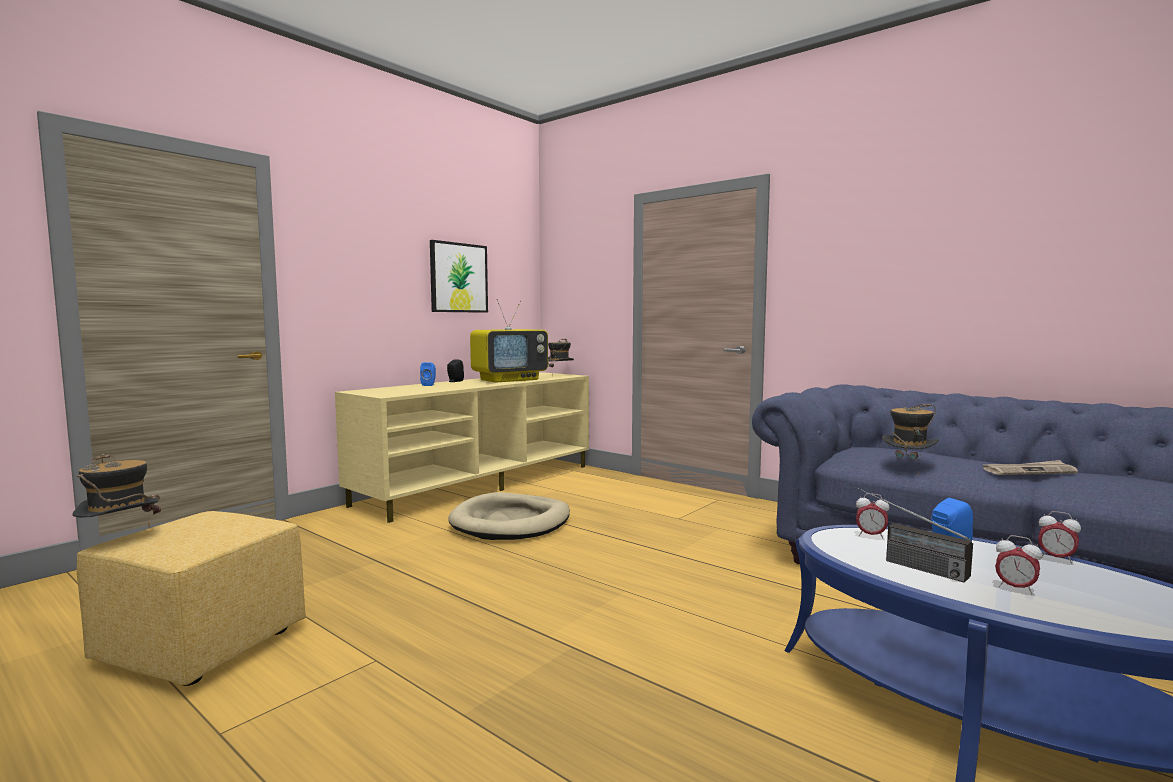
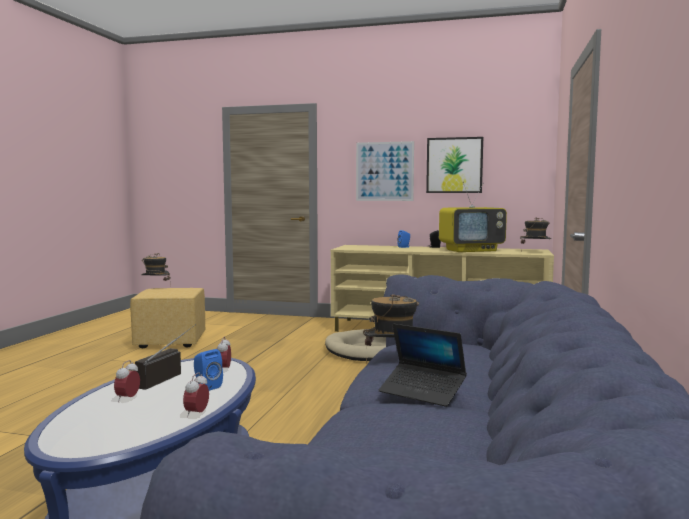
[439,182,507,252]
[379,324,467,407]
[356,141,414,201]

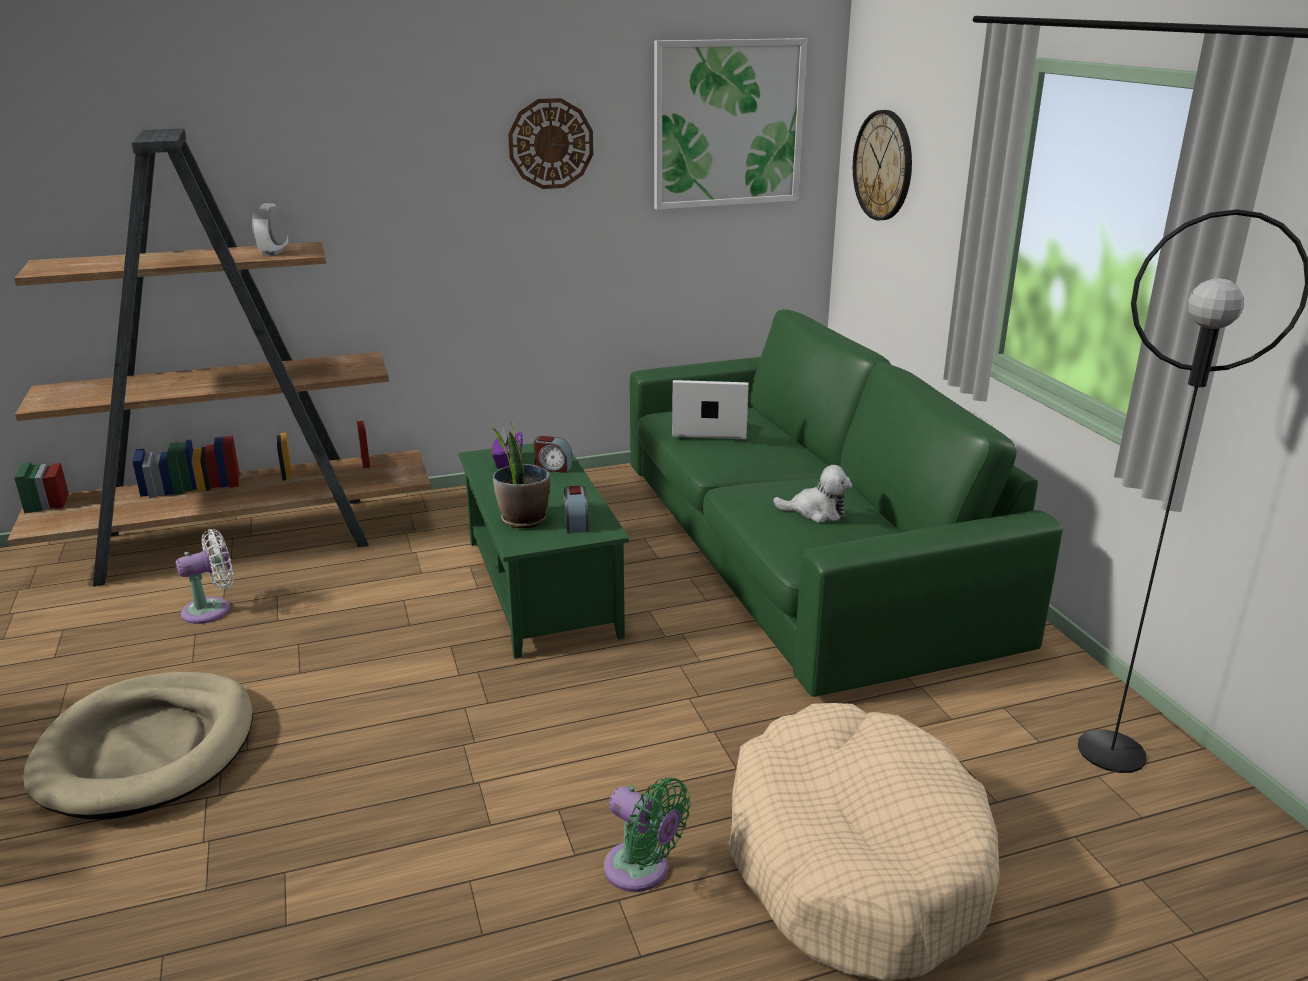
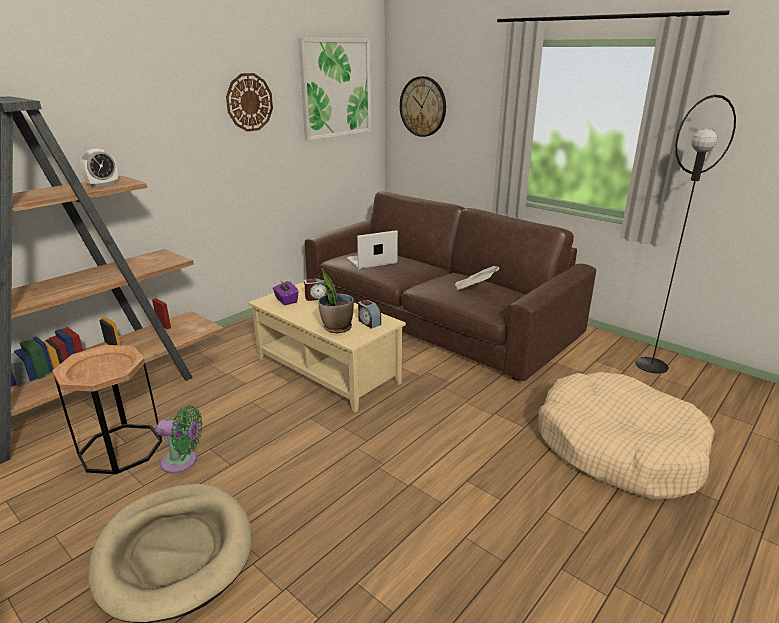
[52,345,162,474]
[80,149,118,187]
[248,283,406,413]
[156,405,202,473]
[305,191,596,381]
[455,266,499,290]

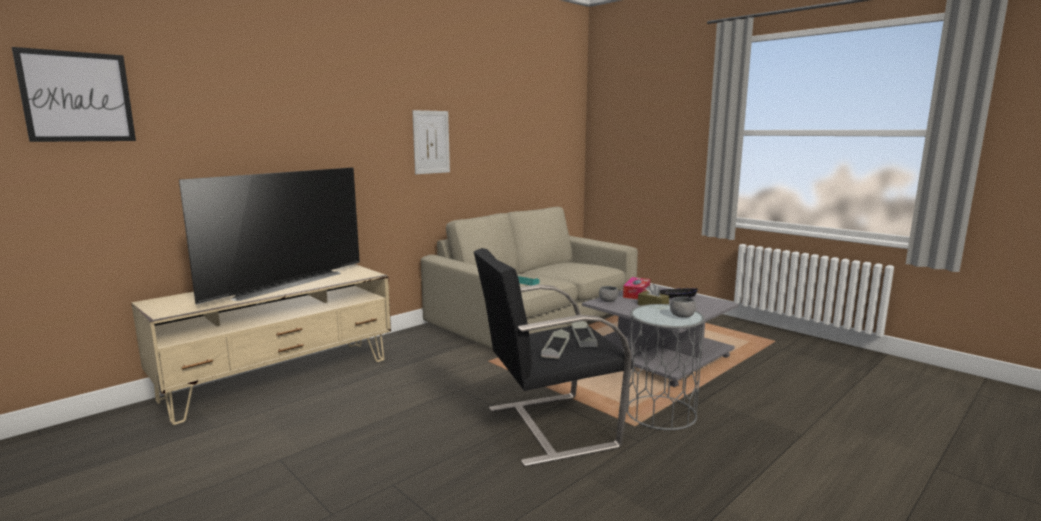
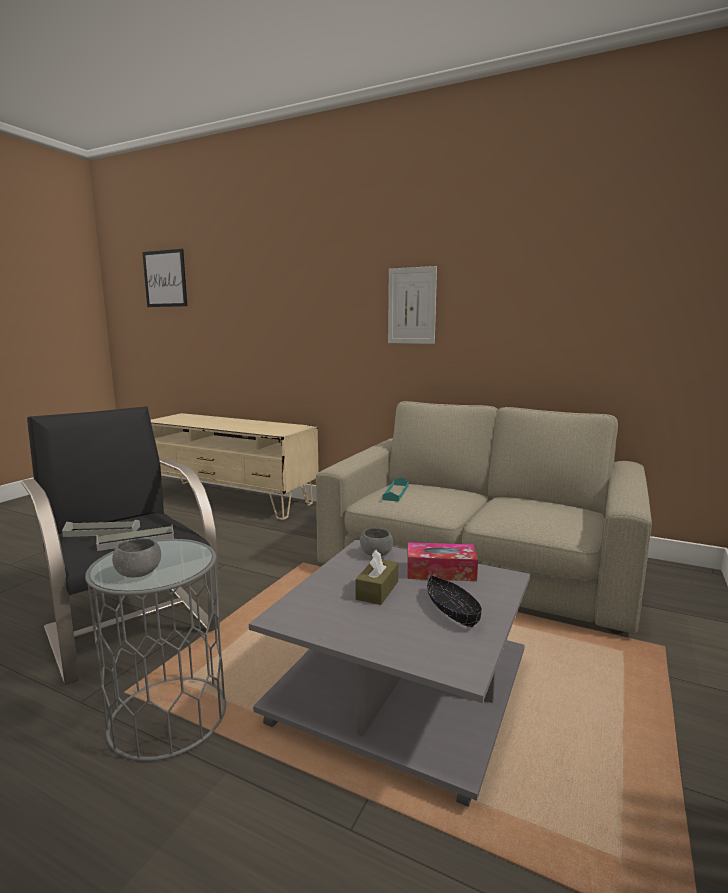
[179,167,360,305] (first image)

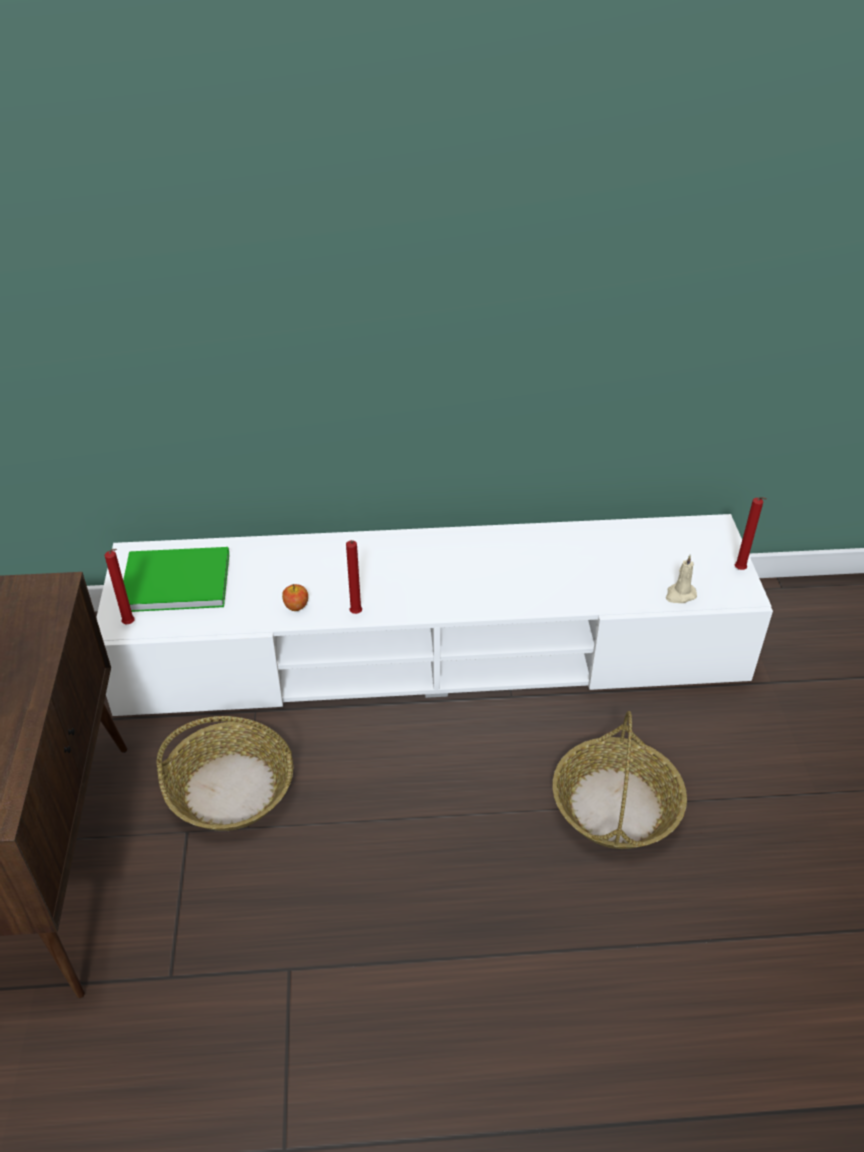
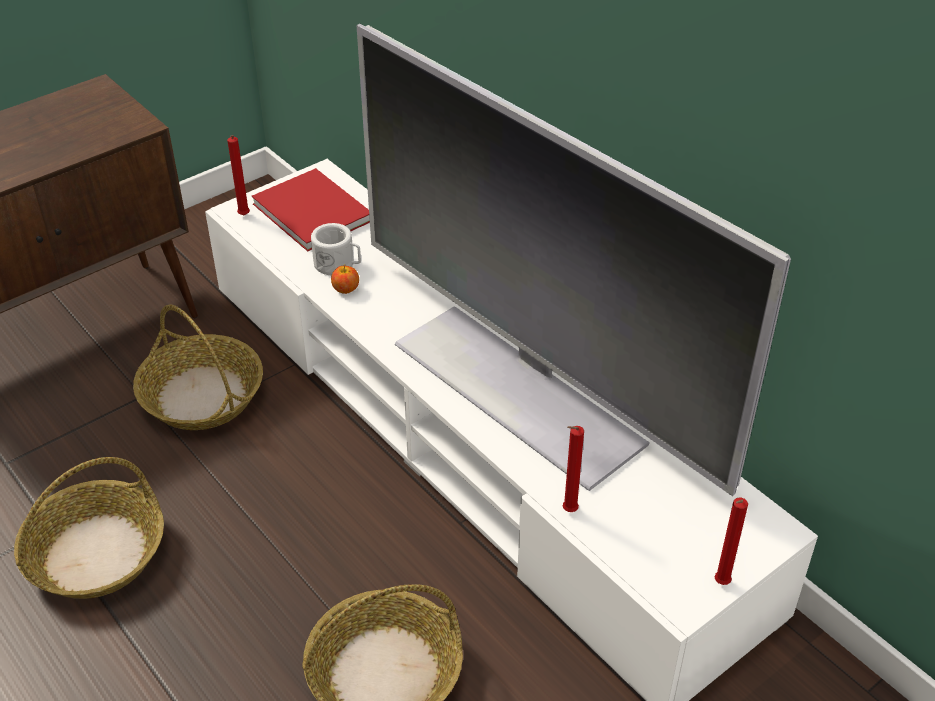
[252,168,370,251]
[563,426,584,512]
[666,555,697,603] (first image)
[14,457,164,599]
[311,223,361,275]
[356,24,791,496]

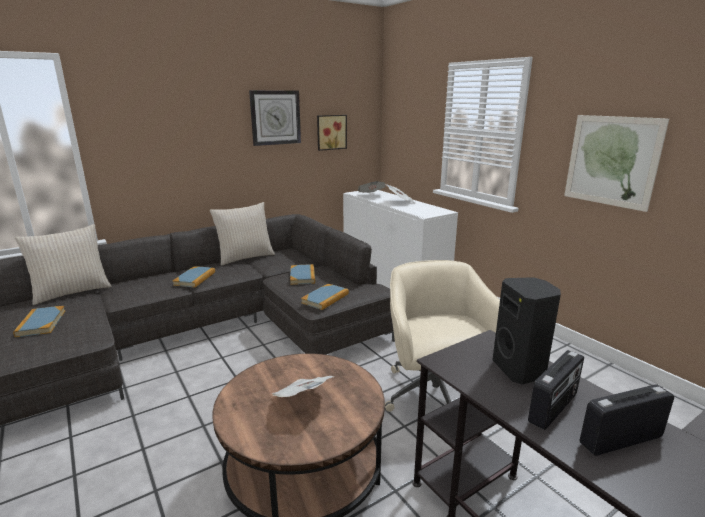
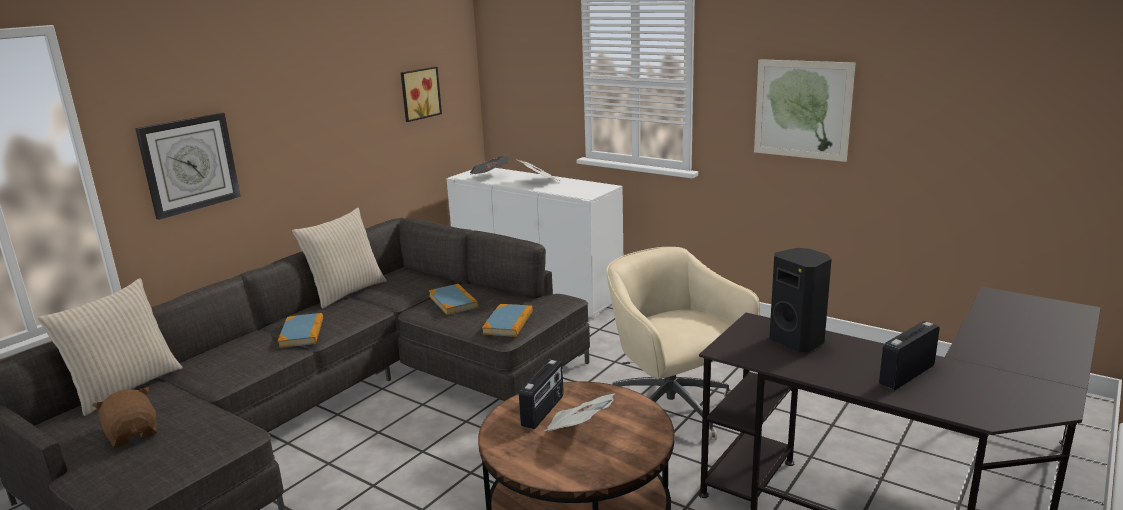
[92,387,157,448]
[135,113,241,220]
[519,360,564,429]

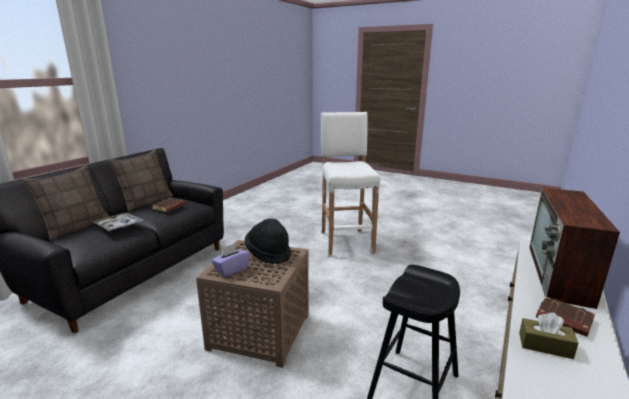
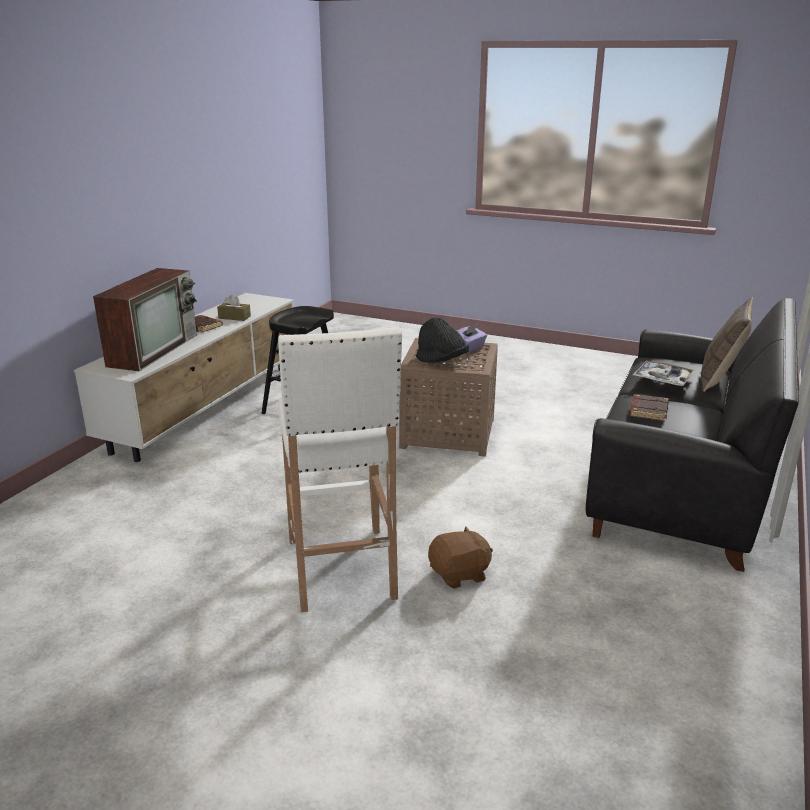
[108,150,173,212] (first image)
[428,526,493,589]

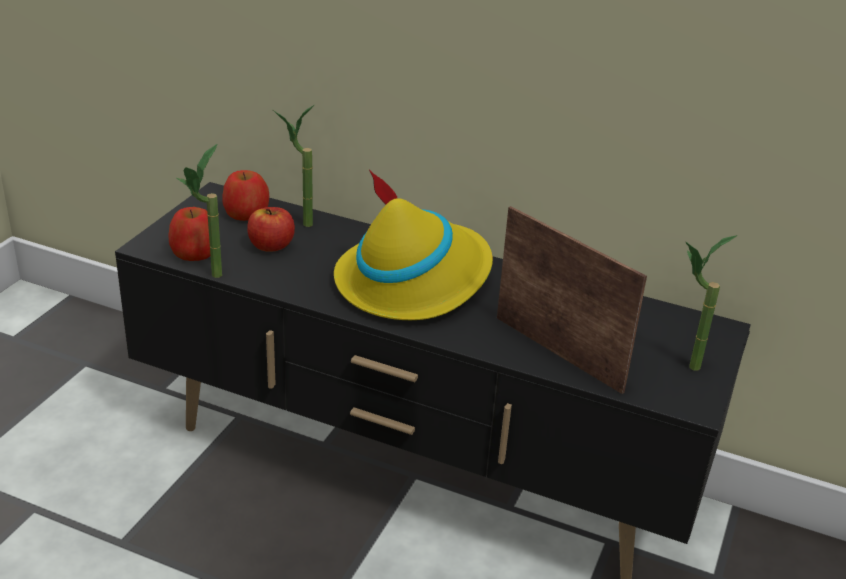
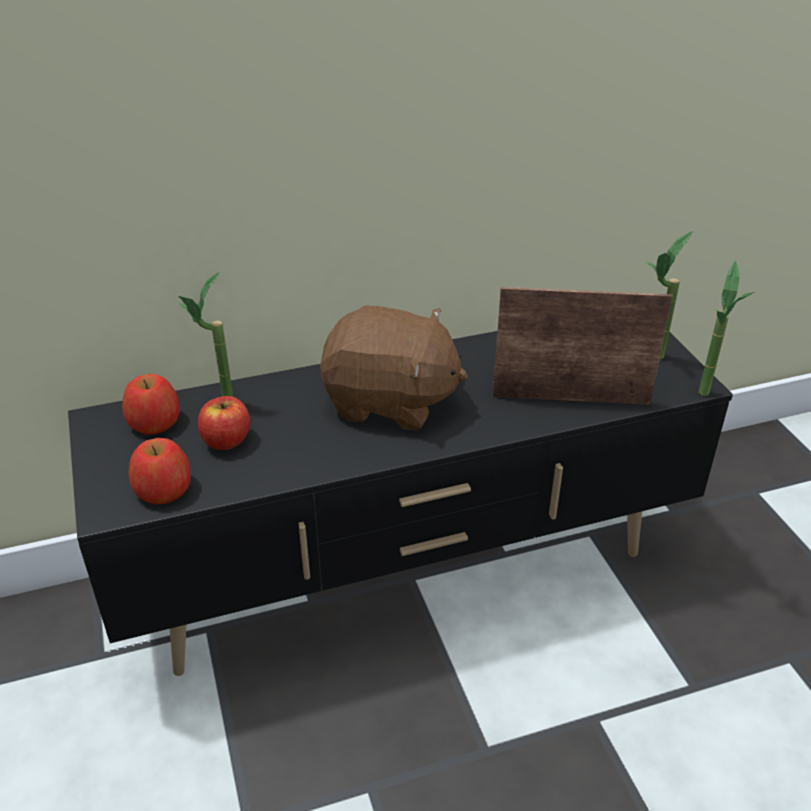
[699,260,754,396]
[320,306,468,430]

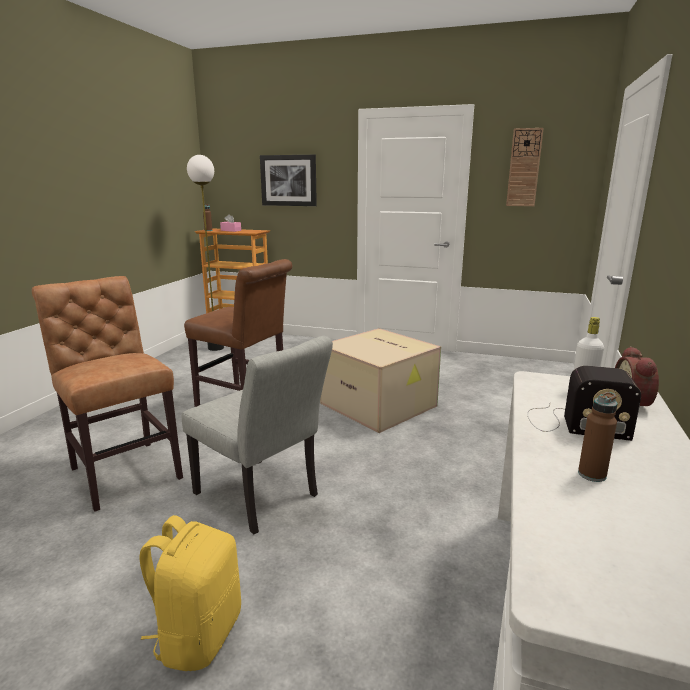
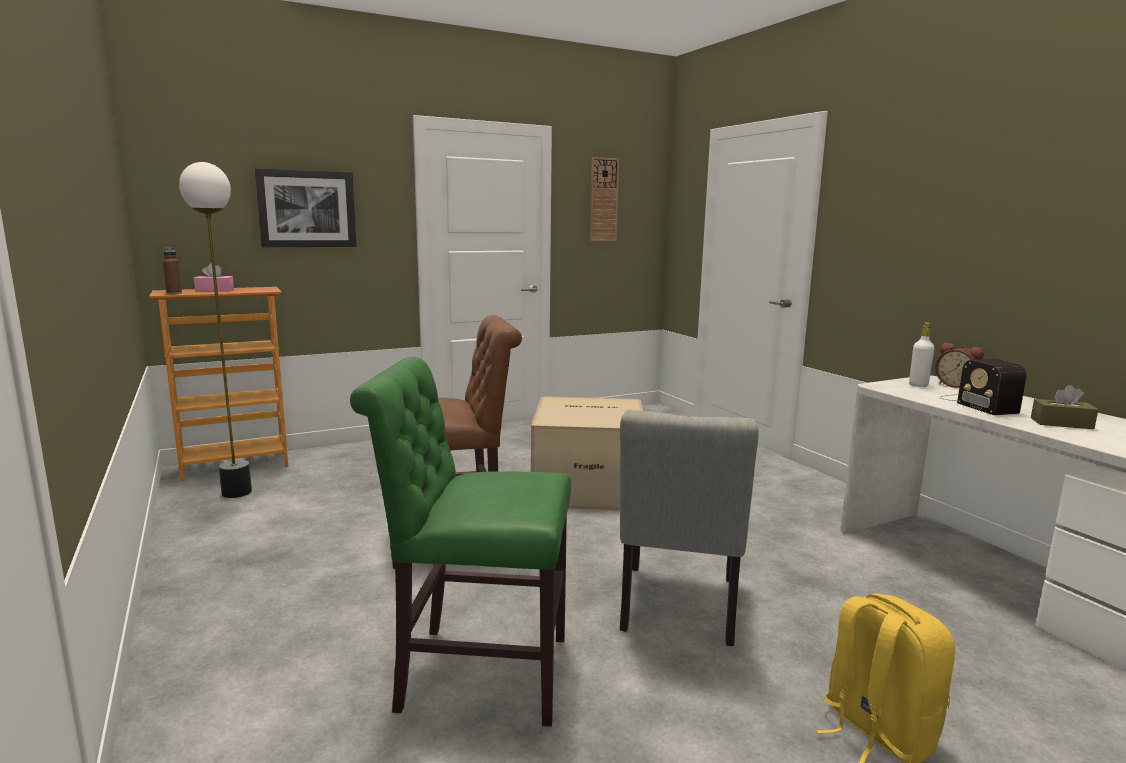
[350,357,571,727]
[620,410,759,646]
[940,359,1026,415]
[1031,385,1098,429]

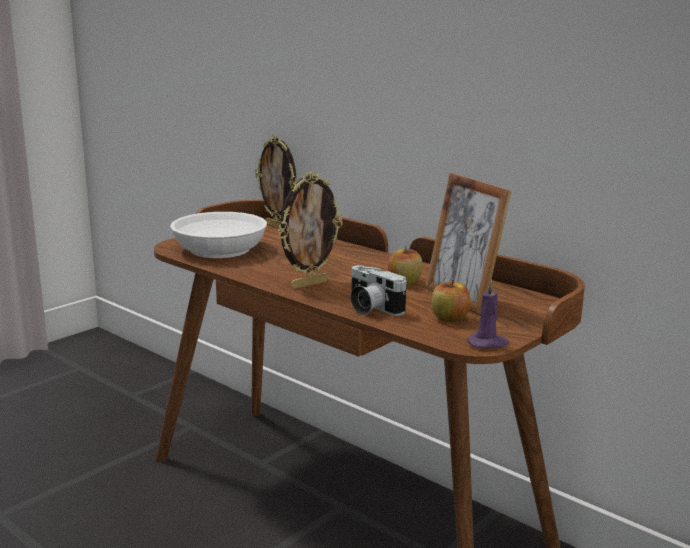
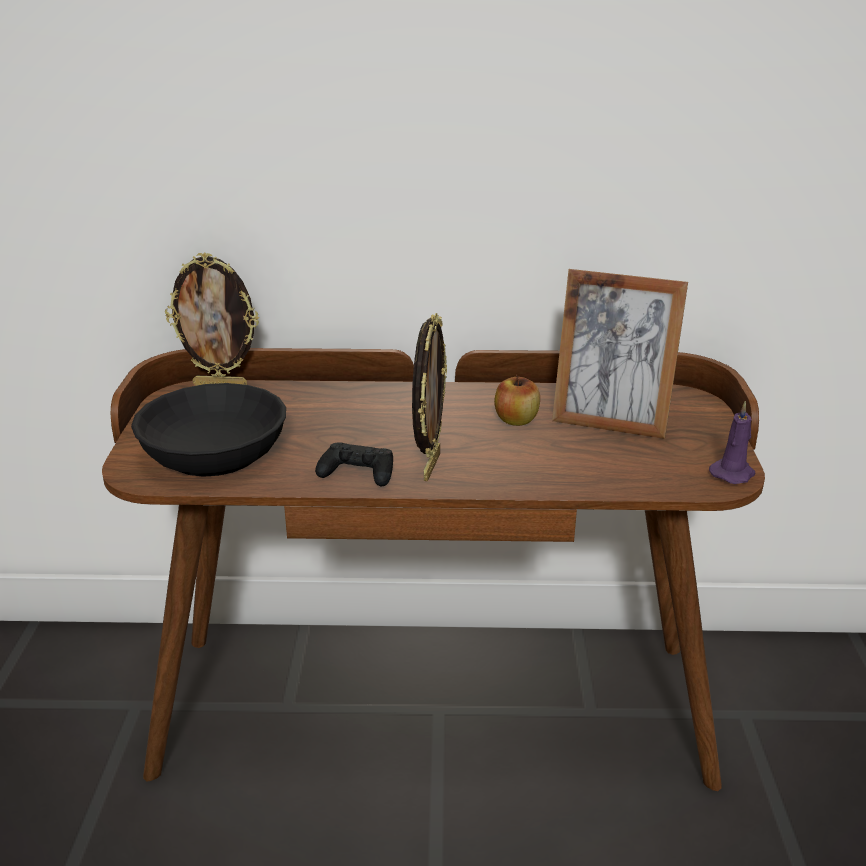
[131,383,286,477]
[350,265,407,316] (first image)
[432,279,471,322] (first image)
[315,442,393,487]

